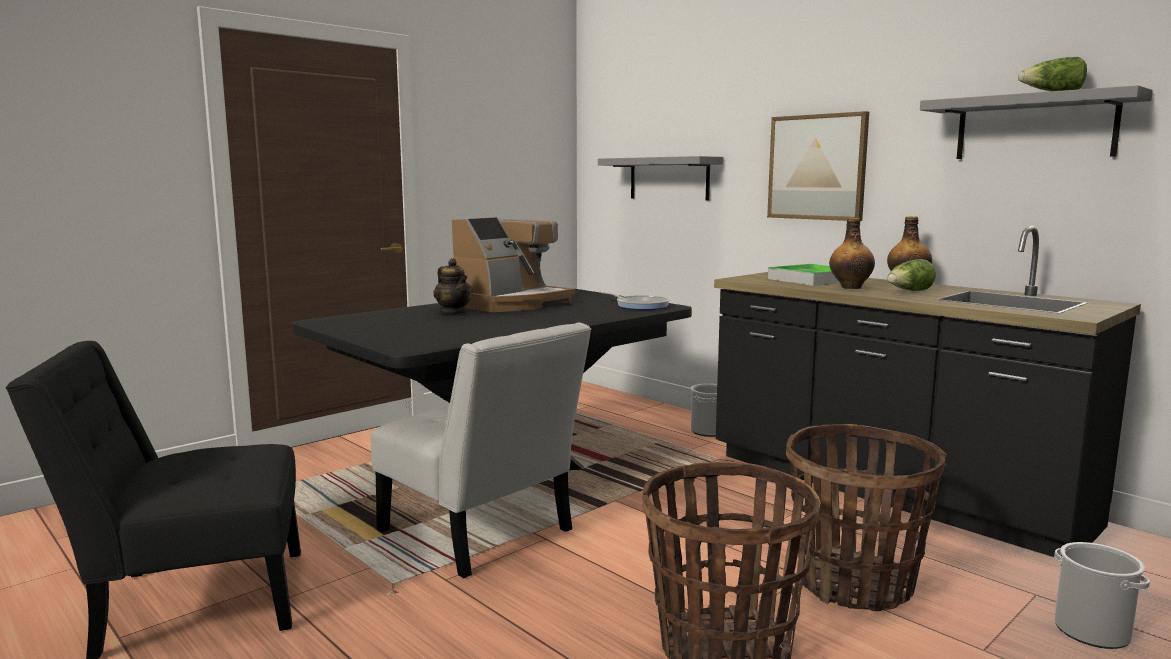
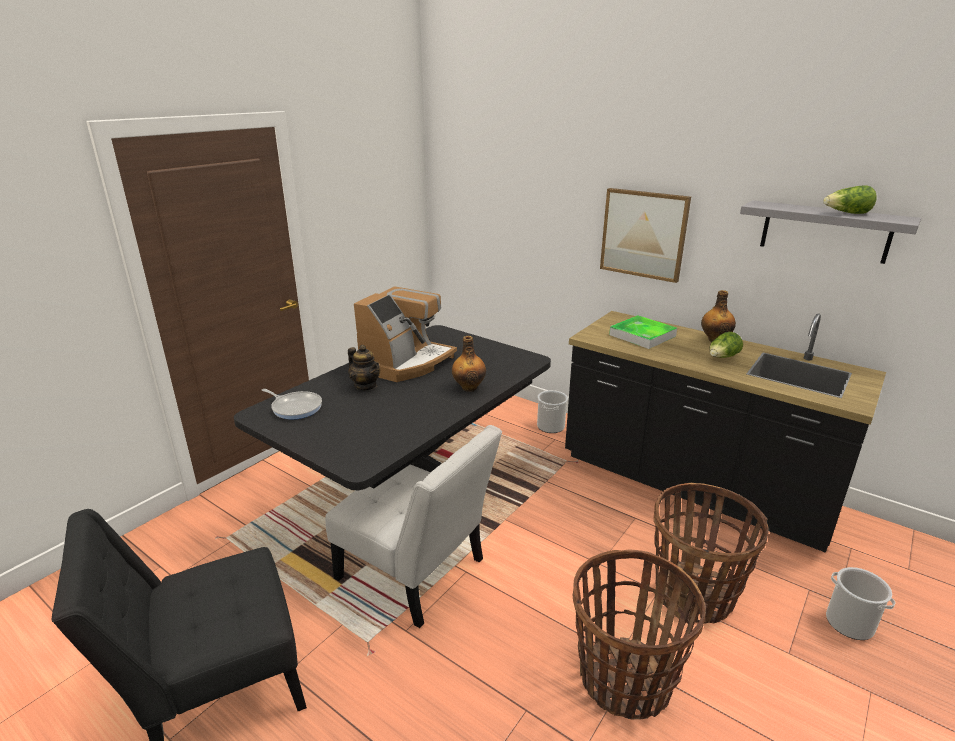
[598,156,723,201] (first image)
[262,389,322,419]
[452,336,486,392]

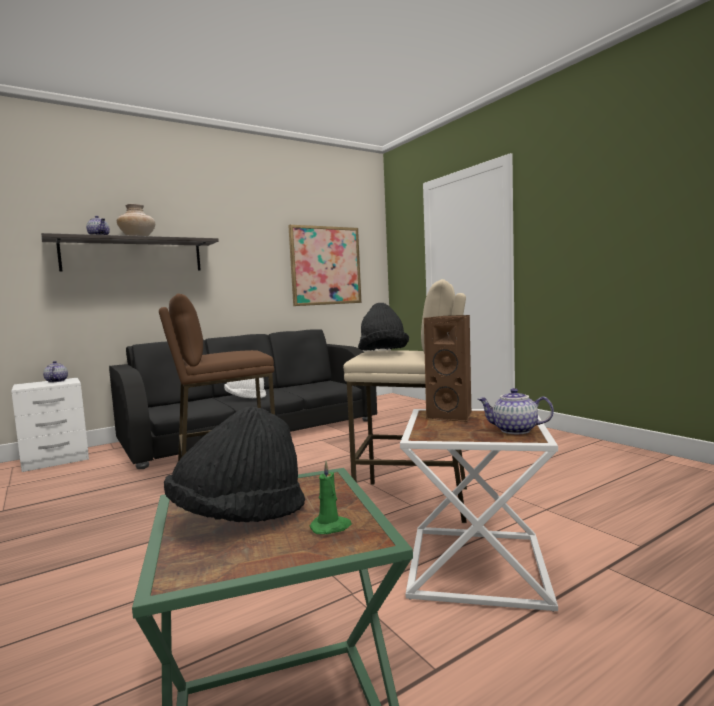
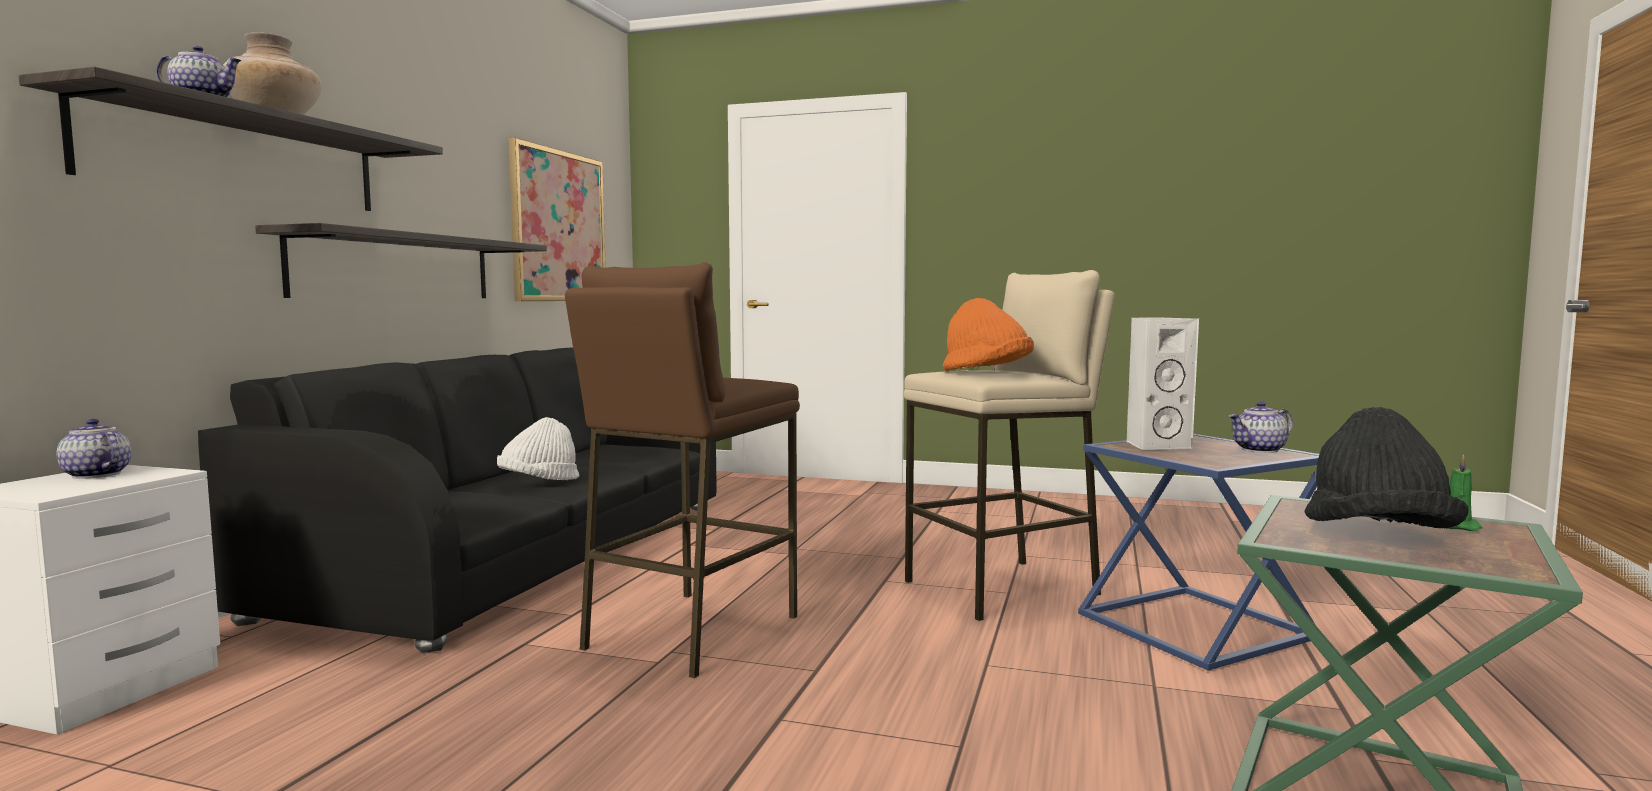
[943,298,1034,371]
[1078,434,1319,671]
[1127,318,1199,451]
[255,223,547,298]

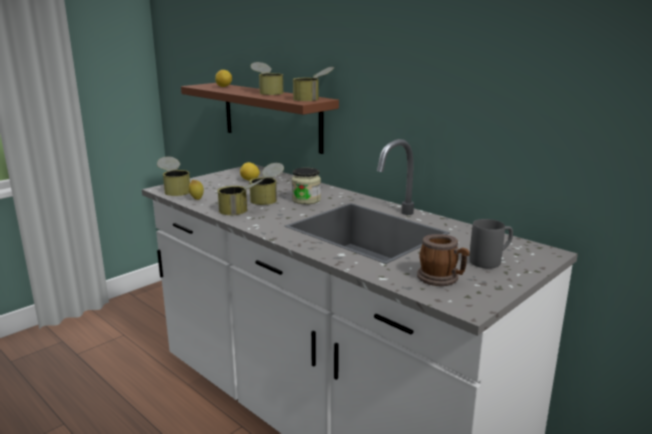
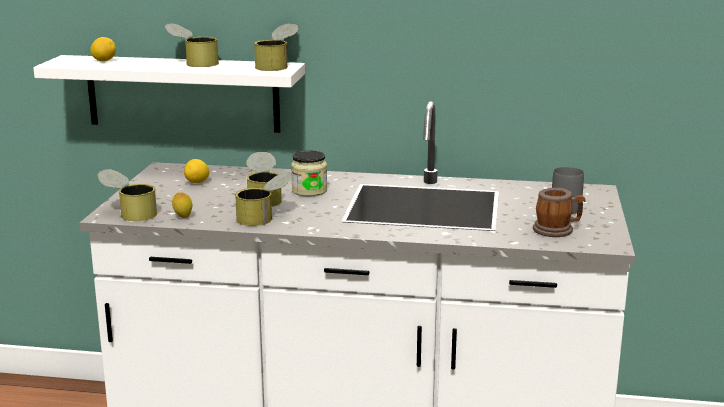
[33,55,305,133]

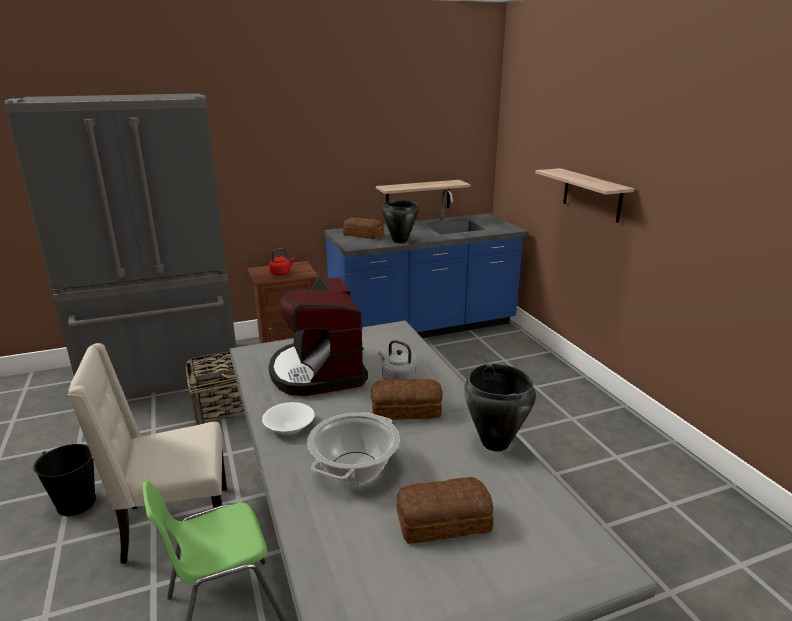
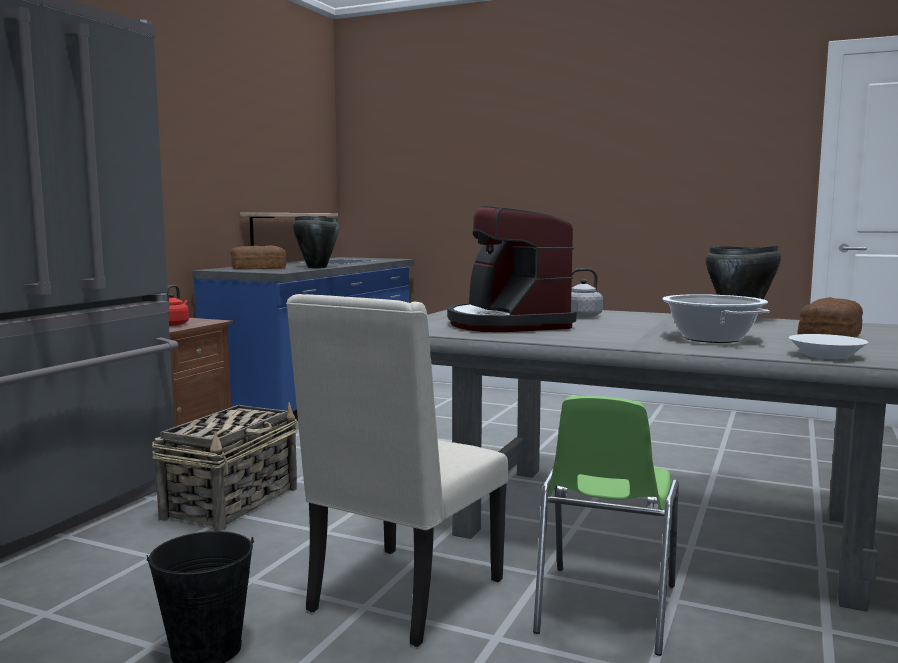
[789,334,868,359]
[447,206,576,332]
[371,379,443,420] (first image)
[535,168,634,223] (first image)

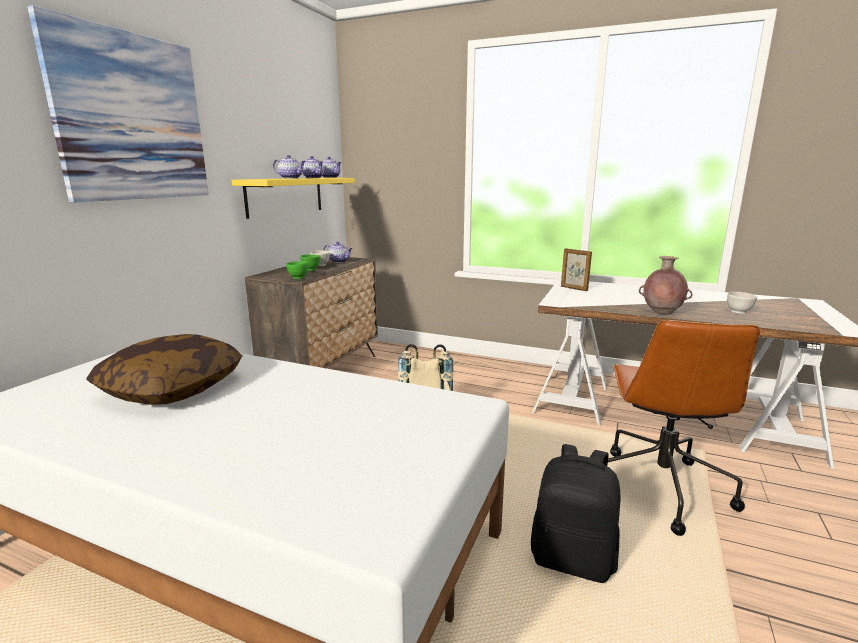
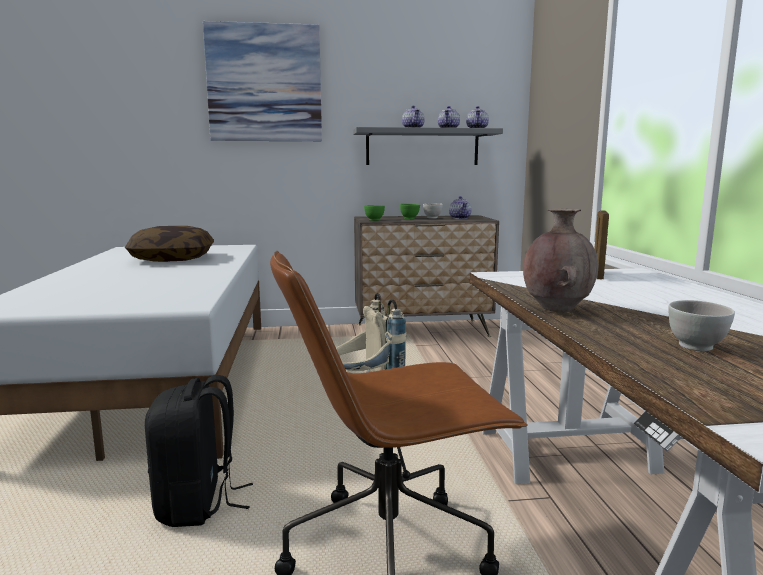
[353,127,503,165]

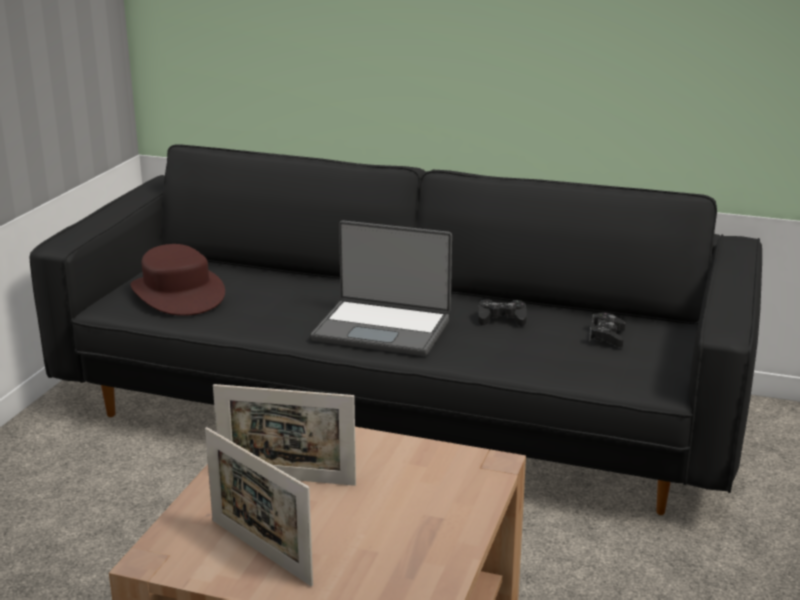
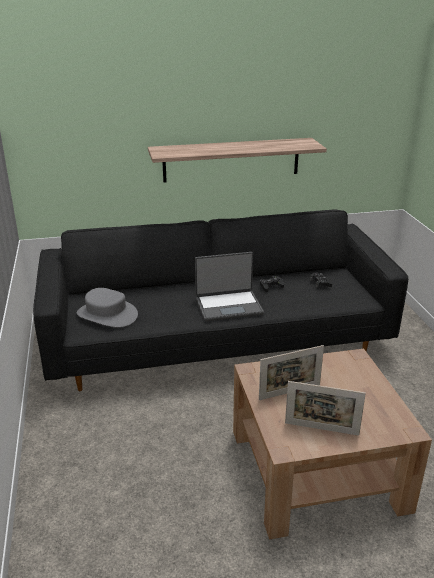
[77,288,138,328]
[148,138,327,183]

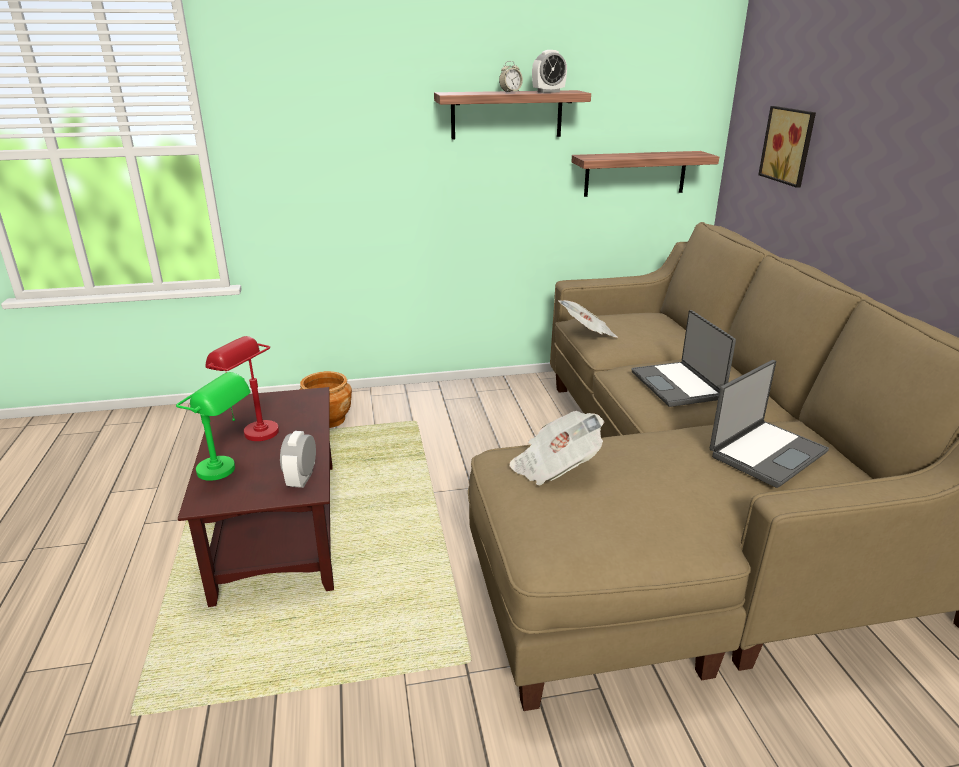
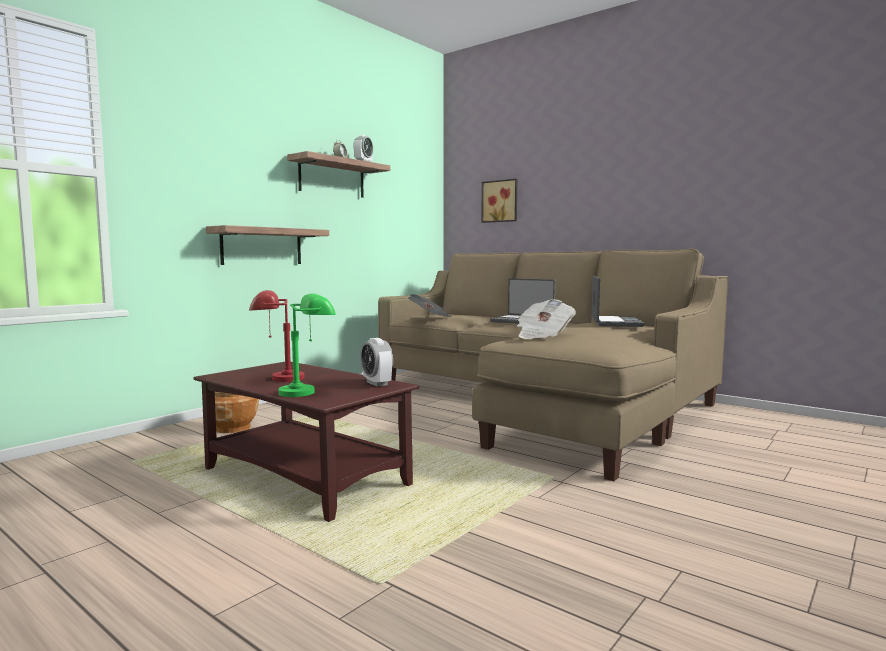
[206,225,329,265]

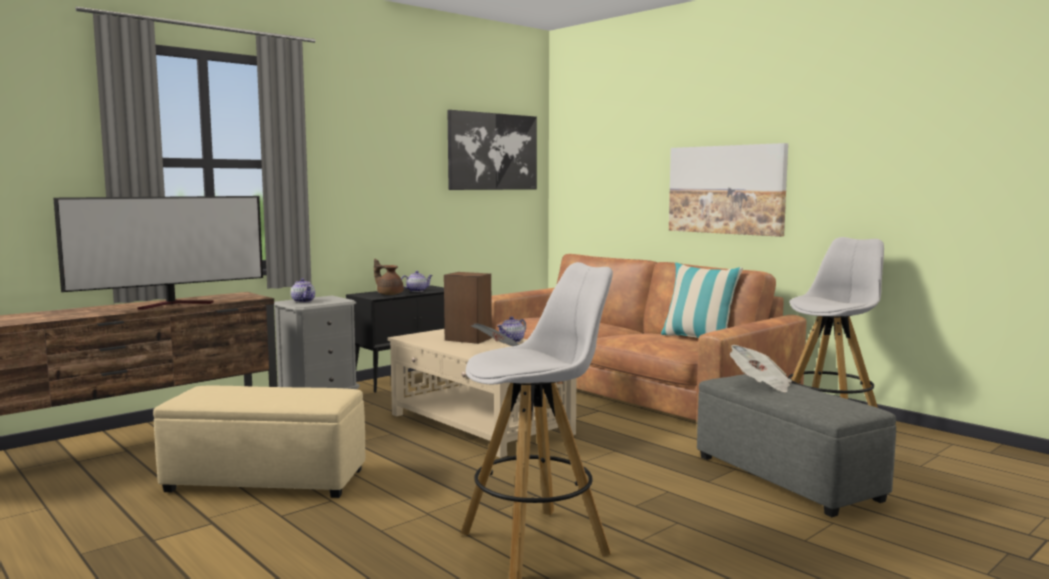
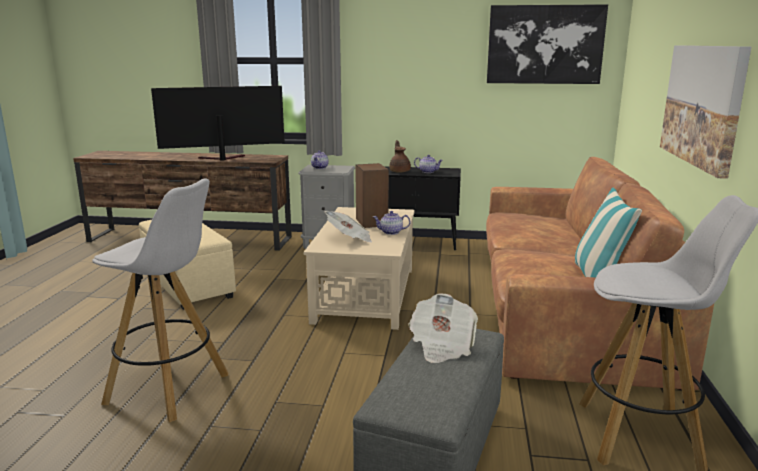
[151,86,285,160]

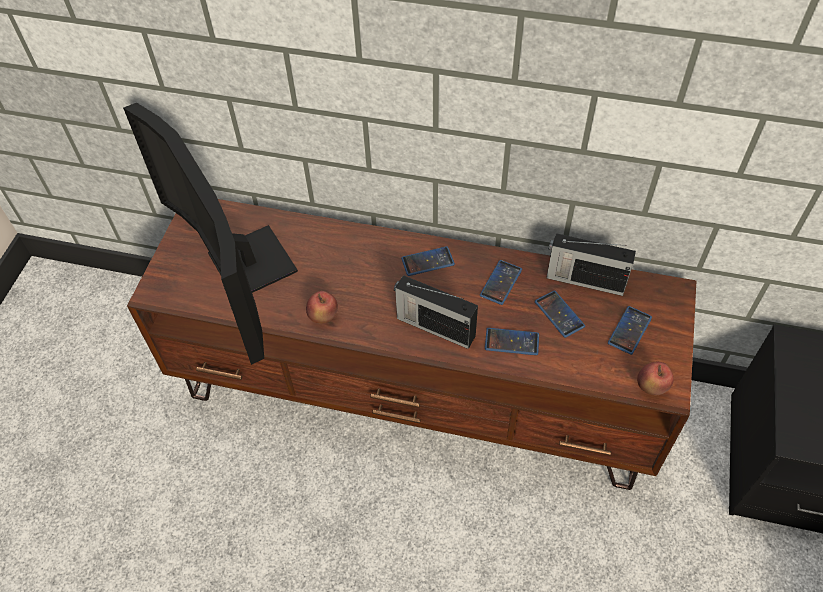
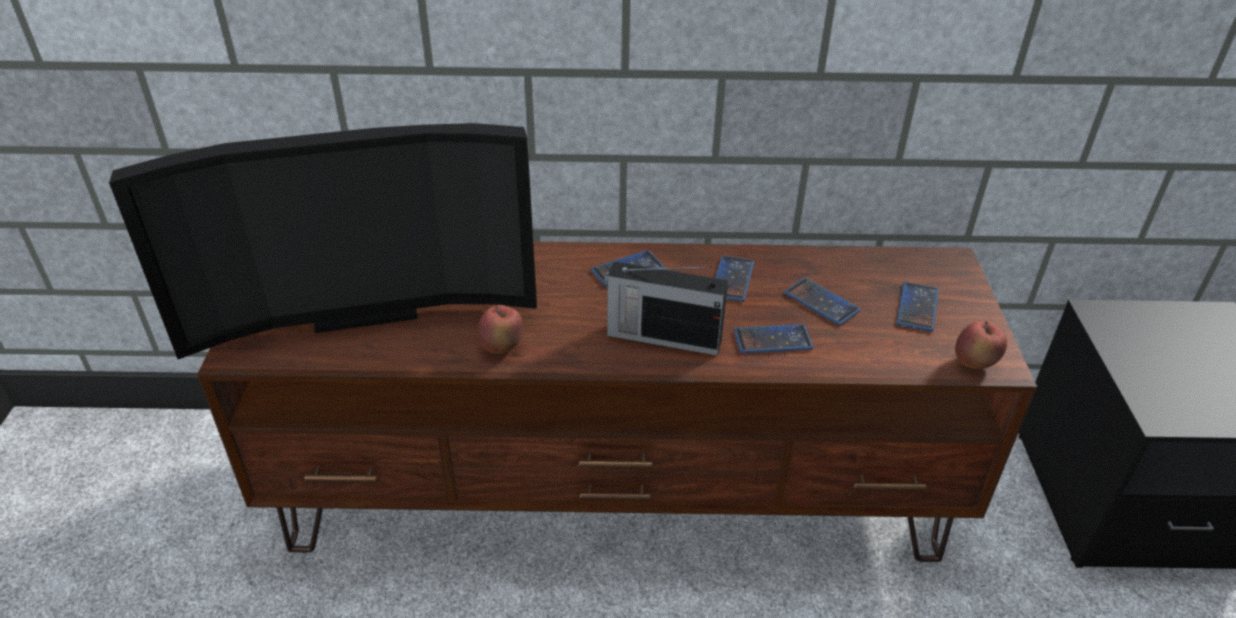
[109,123,537,359]
[547,233,636,296] (first image)

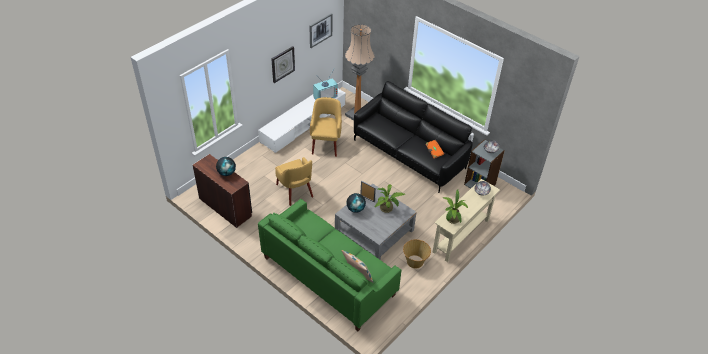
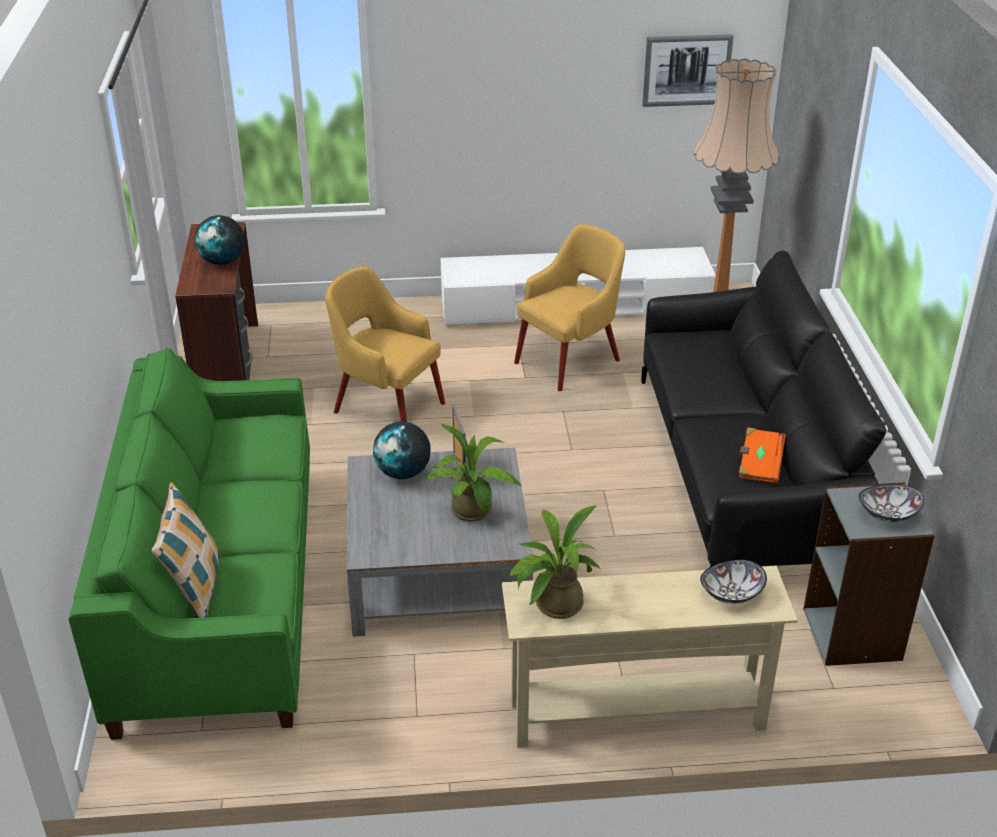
[272,46,295,83] (first image)
[325,266,445,422]
[313,68,338,100] (first image)
[403,239,431,268] (first image)

